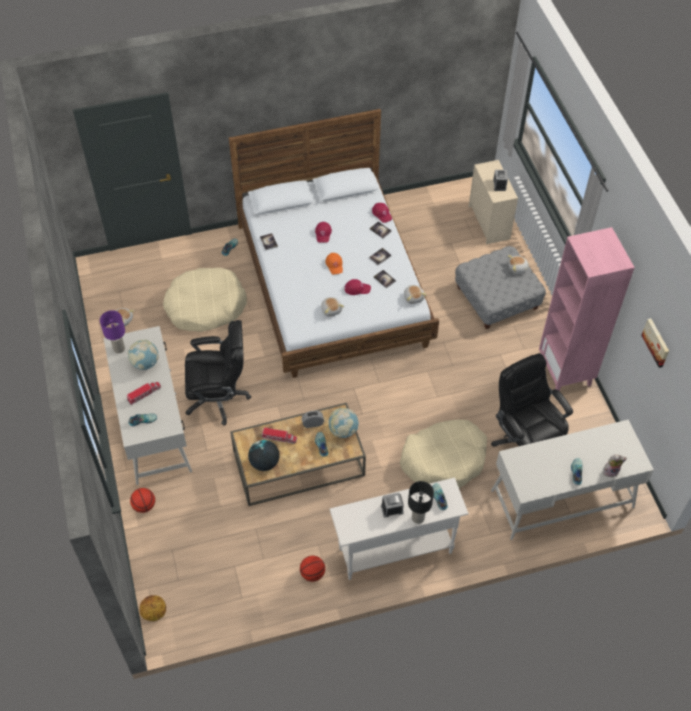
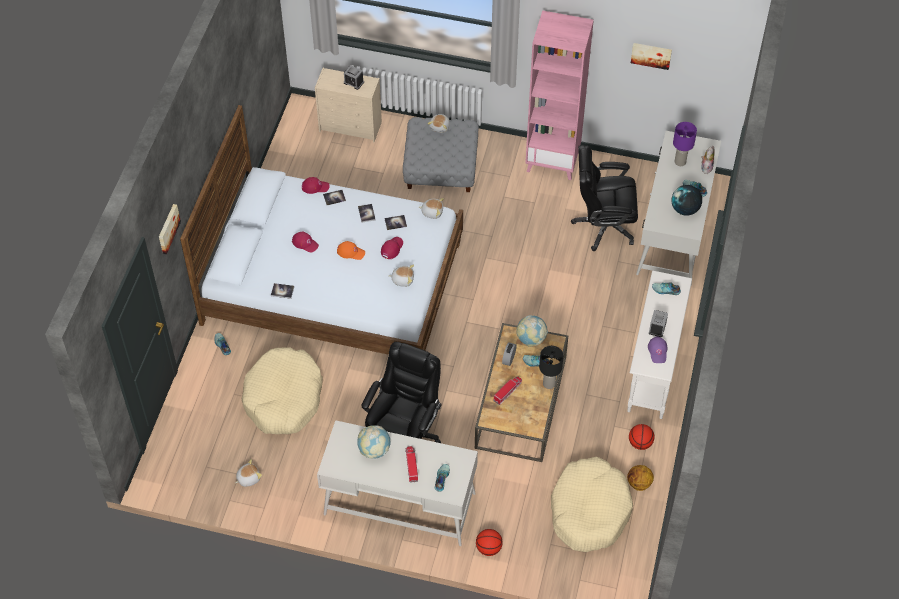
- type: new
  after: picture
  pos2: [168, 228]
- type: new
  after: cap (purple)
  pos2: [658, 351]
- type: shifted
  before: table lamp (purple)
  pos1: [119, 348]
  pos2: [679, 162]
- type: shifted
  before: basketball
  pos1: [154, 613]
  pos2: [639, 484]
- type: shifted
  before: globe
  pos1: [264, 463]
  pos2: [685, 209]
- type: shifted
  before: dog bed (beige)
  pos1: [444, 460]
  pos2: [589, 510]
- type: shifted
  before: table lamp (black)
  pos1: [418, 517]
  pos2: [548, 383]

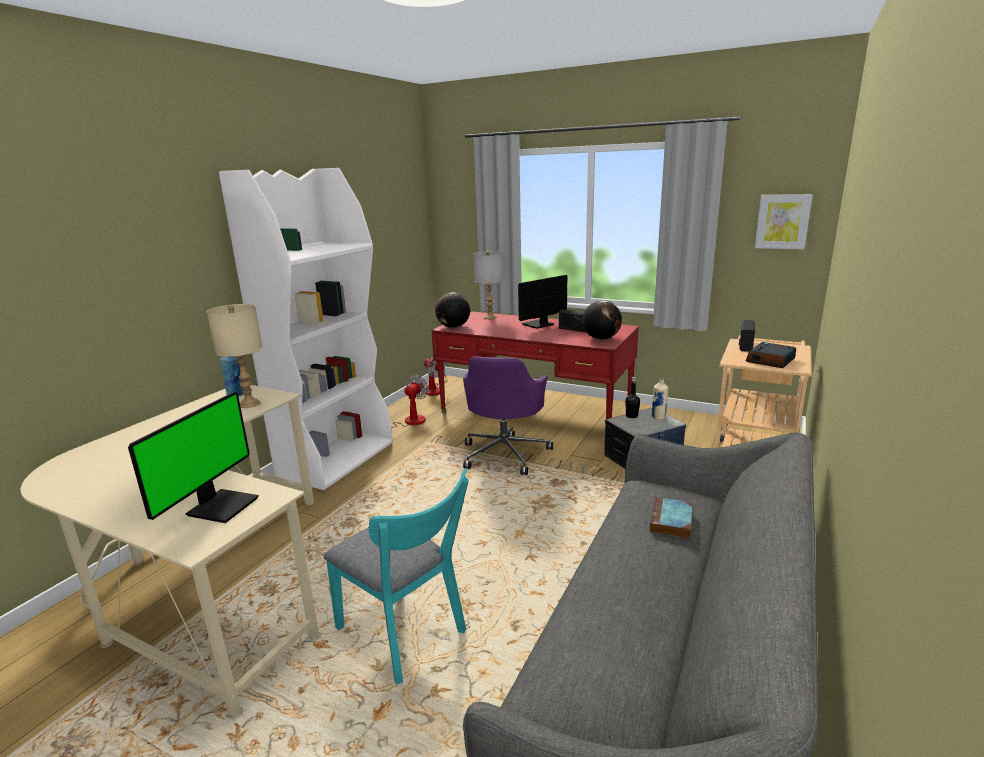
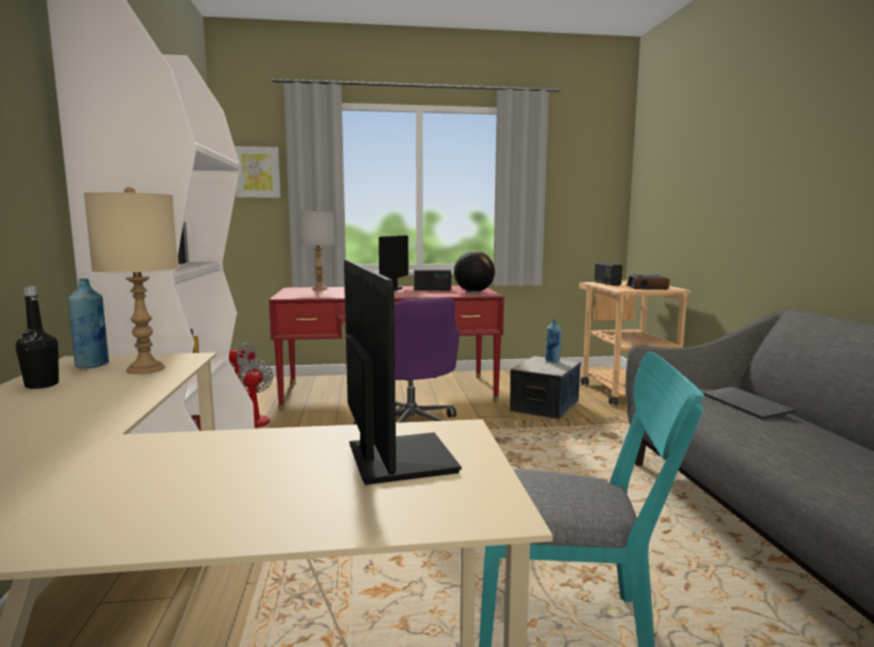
- type: gone
  before: globe
  pos1: [453, 327]
- type: shifted
  before: bottle (black)
  pos1: [631, 416]
  pos2: [42, 385]
- type: shifted
  before: picture
  pos1: [782, 221]
  pos2: [257, 172]
- type: swapped
  before: book
  after: keyboard
  pos1: [671, 522]
  pos2: [748, 405]
- type: repainted
  before: bottle (beige)
  after: bottle (blue)
  pos1: [658, 417]
  pos2: [552, 361]

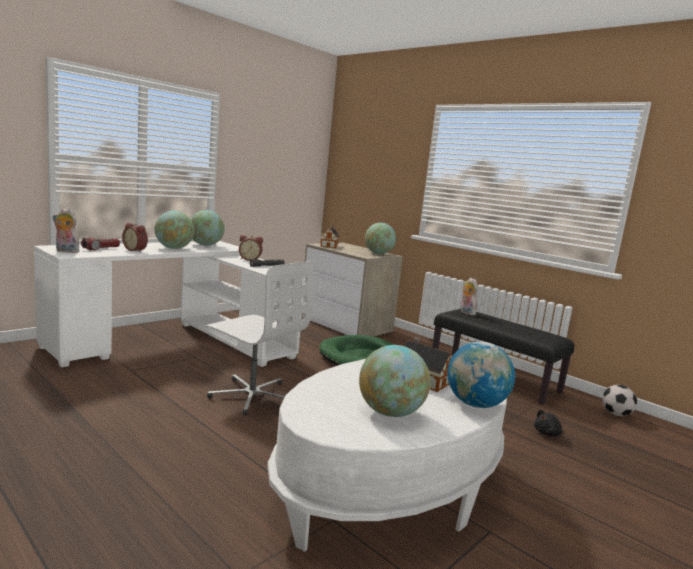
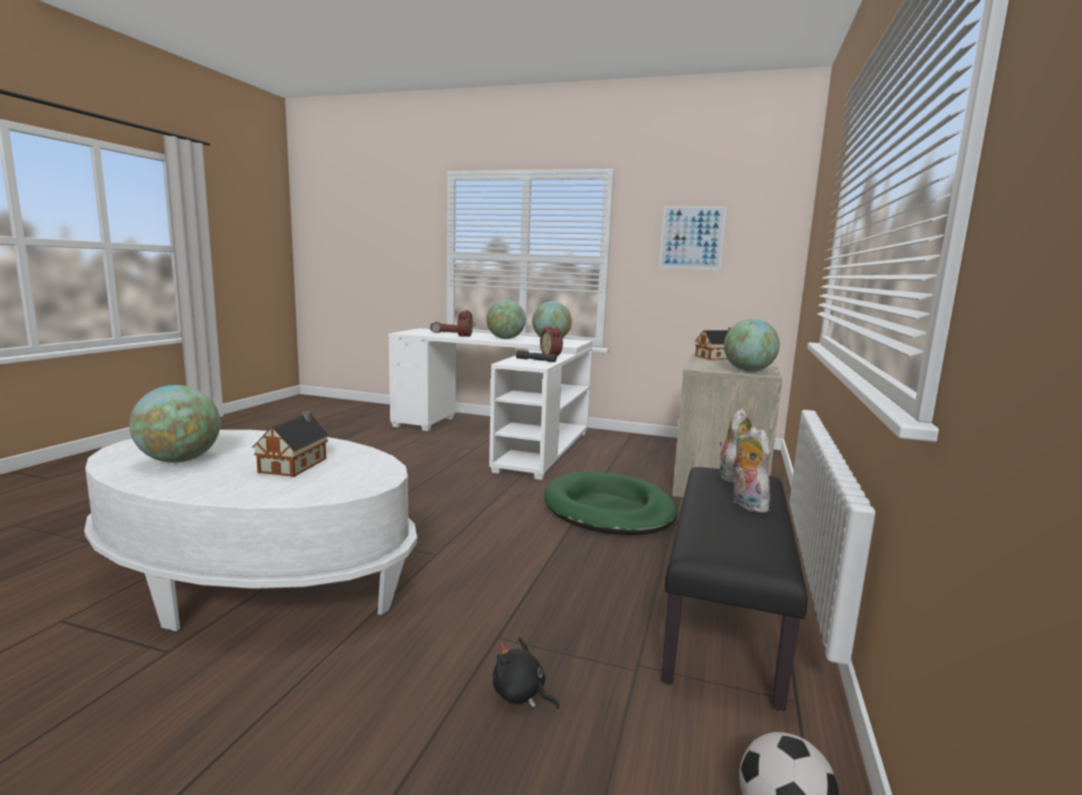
- type: gone
  before: office chair (white)
  pos1: [252, 395]
- type: gone
  before: globe
  pos1: [475, 404]
- type: new
  after: picture
  pos2: [692, 237]
- type: shifted
  before: plush toy
  pos1: [65, 251]
  pos2: [746, 505]

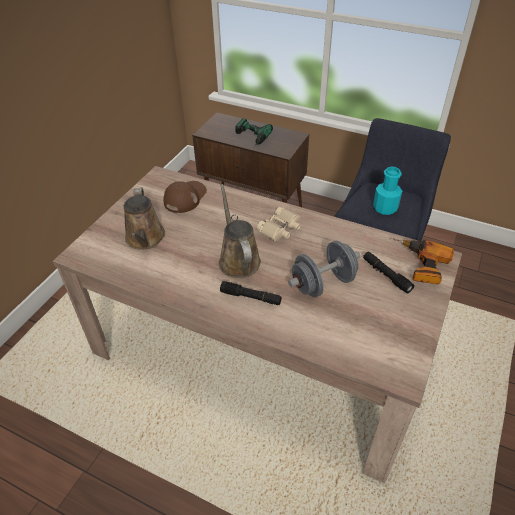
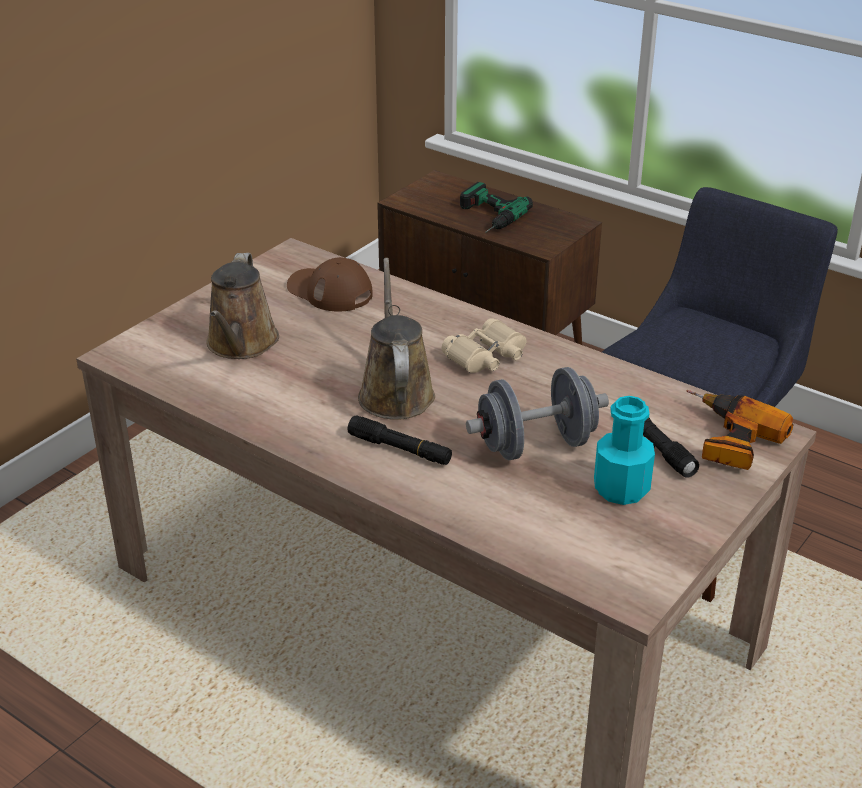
- type: shifted
  before: bottle (turquoise)
  pos1: [385, 208]
  pos2: [621, 489]
- type: rotated
  before: cap (brown)
  pos1: [185, 197]
  pos2: [330, 291]
  turn: -90

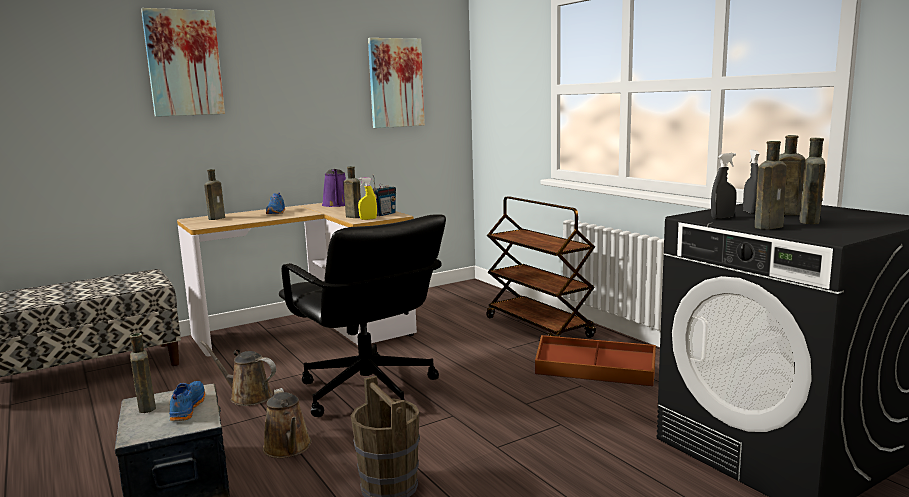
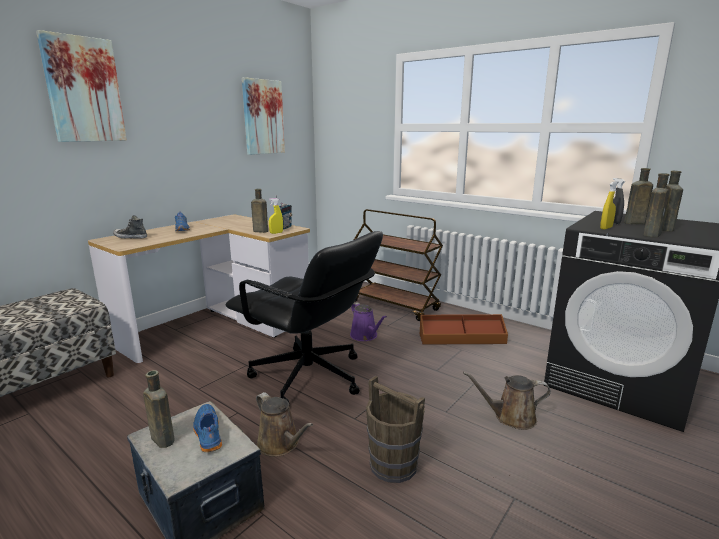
- type: shifted
  before: watering can (brown)
  pos1: [247, 396]
  pos2: [511, 417]
- type: shifted
  before: watering can (purple)
  pos1: [337, 205]
  pos2: [365, 336]
- type: swapped
  before: bottle (brown)
  after: shoe
  pos1: [217, 218]
  pos2: [130, 237]
- type: repainted
  before: spray bottle (grey)
  after: spray bottle (yellow)
  pos1: [722, 218]
  pos2: [606, 228]

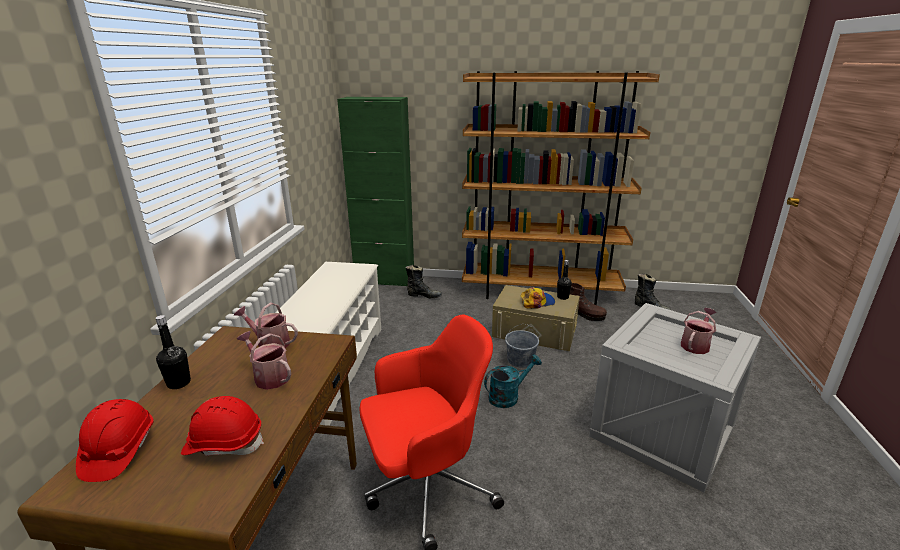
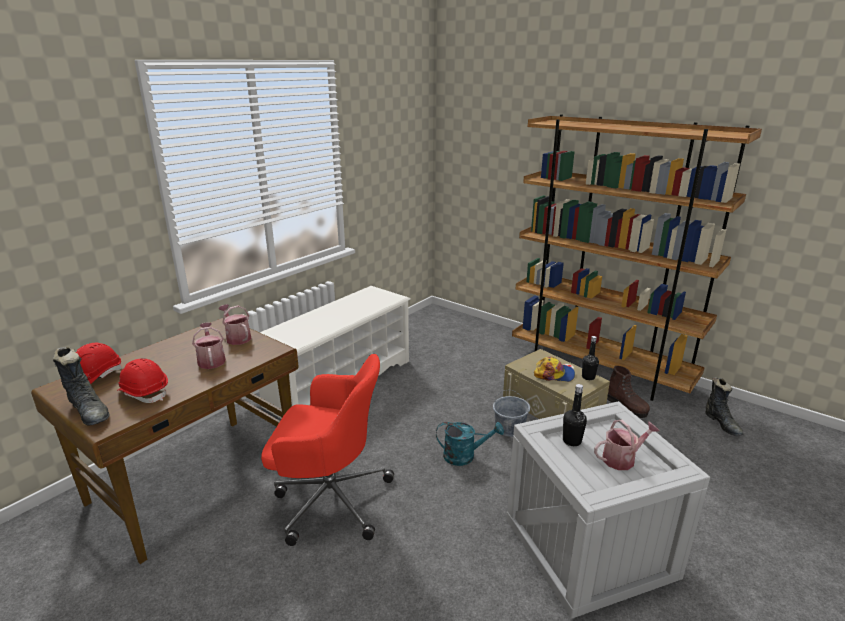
- type: gone
  before: cabinet (green)
  pos1: [385, 280]
- type: shifted
  before: bottle (black)
  pos1: [179, 383]
  pos2: [572, 441]
- type: shifted
  before: boot (black)
  pos1: [424, 295]
  pos2: [90, 412]

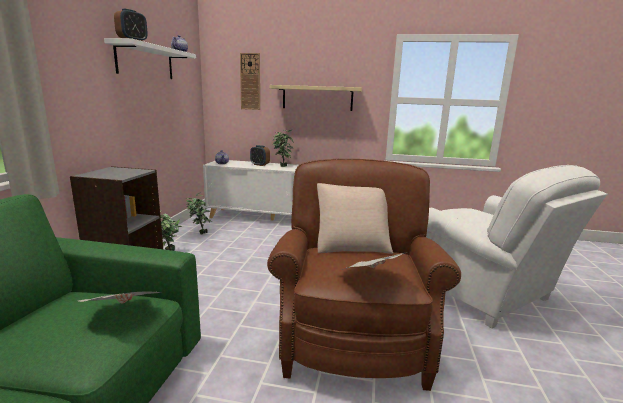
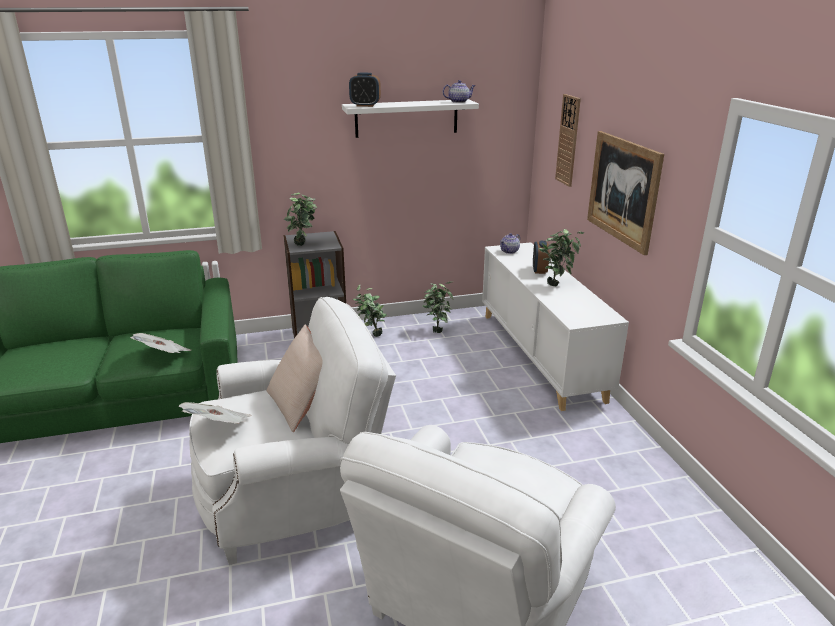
- type: new
  after: potted plant
  pos2: [303, 246]
- type: swapped
  before: shelf (beige)
  after: picture
  pos1: [317, 98]
  pos2: [623, 190]
- type: repainted
  before: armchair (brown)
  after: armchair (white)
  pos1: [353, 334]
  pos2: [295, 495]

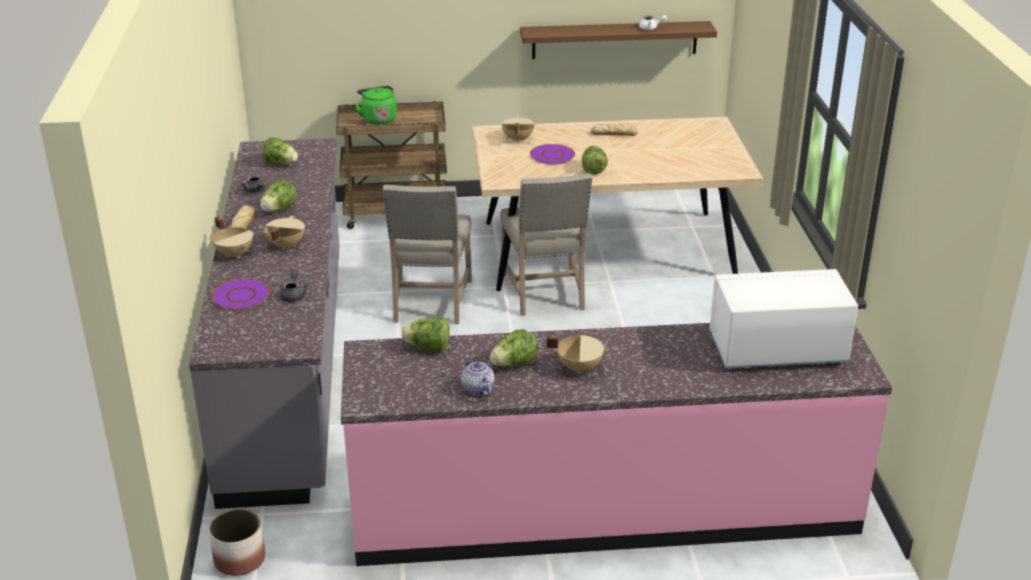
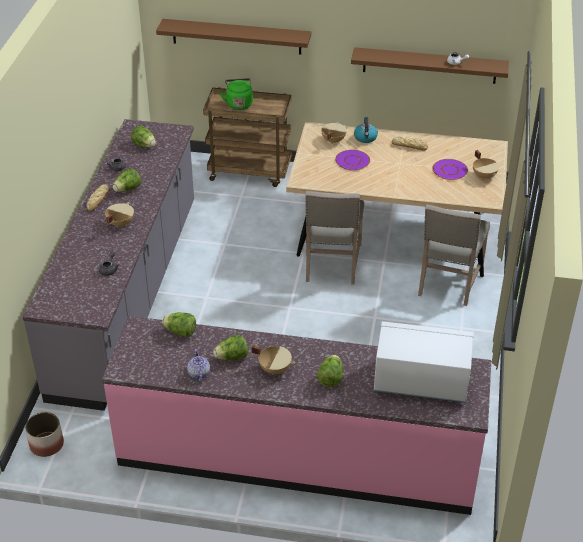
- type: new
  after: shelf (brown)
  pos2: [236, 36]
- type: new
  after: kettle
  pos2: [365, 138]
- type: shifted
  before: plate (purple)
  pos1: [241, 295]
  pos2: [450, 170]
- type: shifted
  before: cooking pot (beige)
  pos1: [235, 254]
  pos2: [484, 176]
- type: shifted
  before: chair (beige)
  pos1: [430, 302]
  pos2: [448, 281]
- type: shifted
  before: lettuce
  pos1: [593, 169]
  pos2: [330, 378]

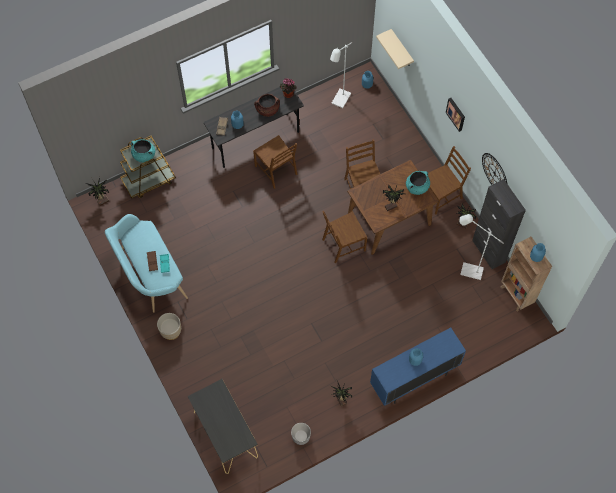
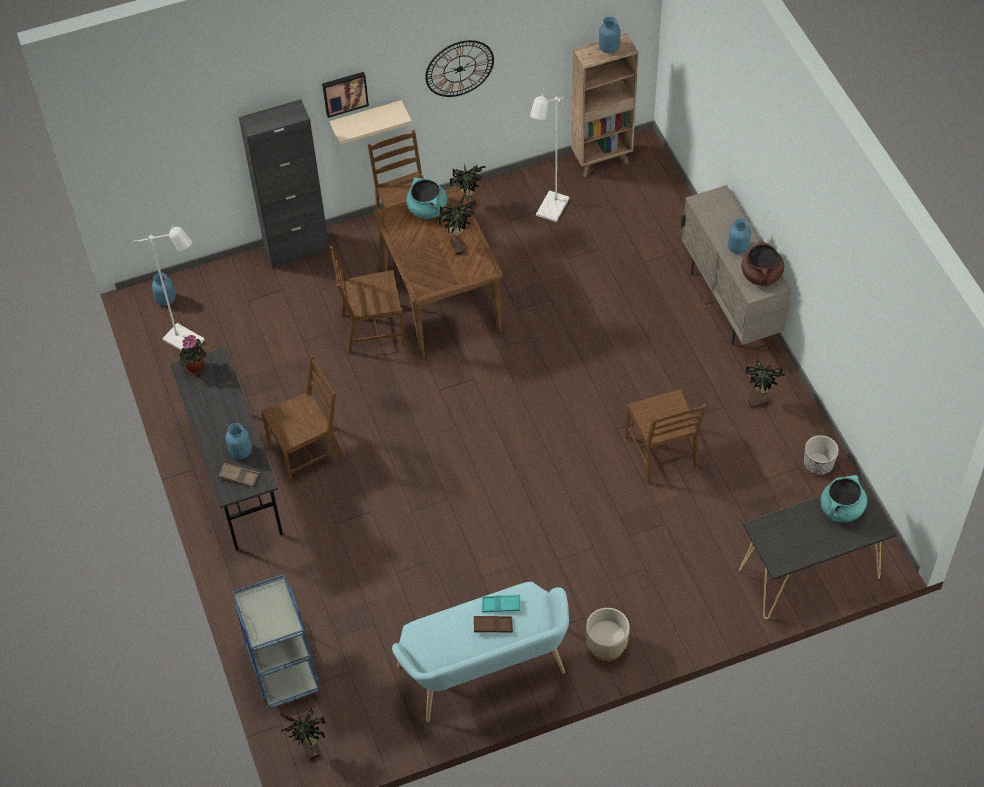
- type: shifted
  before: cooking pot (turquoise)
  pos1: [144, 155]
  pos2: [841, 509]
- type: shifted
  before: cooking pot (brown)
  pos1: [267, 110]
  pos2: [761, 275]
- type: shifted
  before: chair (brown)
  pos1: [343, 245]
  pos2: [662, 453]
- type: shifted
  before: shelf (beige)
  pos1: [402, 49]
  pos2: [366, 120]
- type: shifted
  before: cabinet (black)
  pos1: [488, 251]
  pos2: [297, 249]
- type: repainted
  before: cart (brown)
  after: cart (blue)
  pos1: [149, 180]
  pos2: [281, 663]
- type: repainted
  before: cabinet (blue)
  after: cabinet (beige)
  pos1: [413, 379]
  pos2: [729, 303]

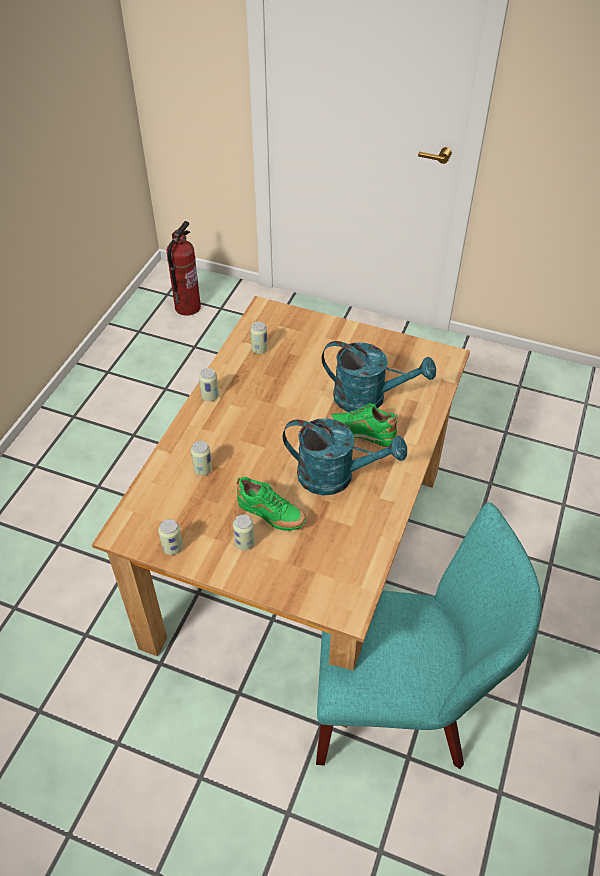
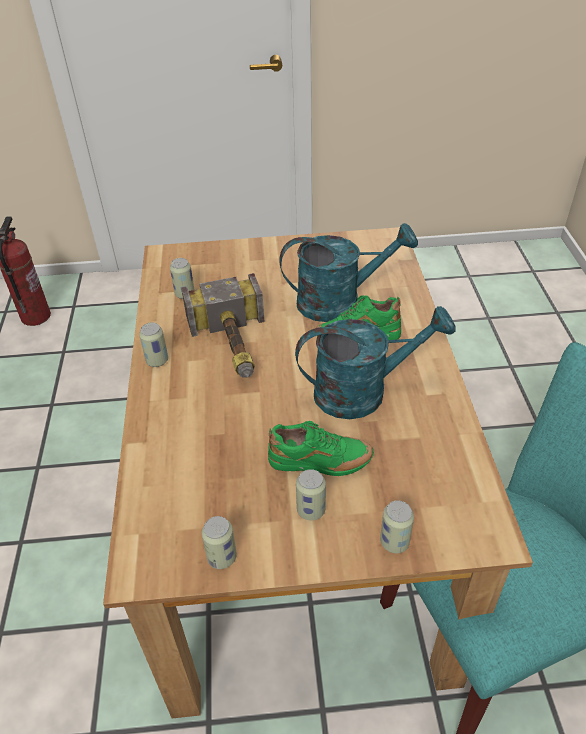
- type: new
  after: hammer
  pos2: [234, 346]
- type: shifted
  before: can
  pos1: [203, 469]
  pos2: [394, 542]

